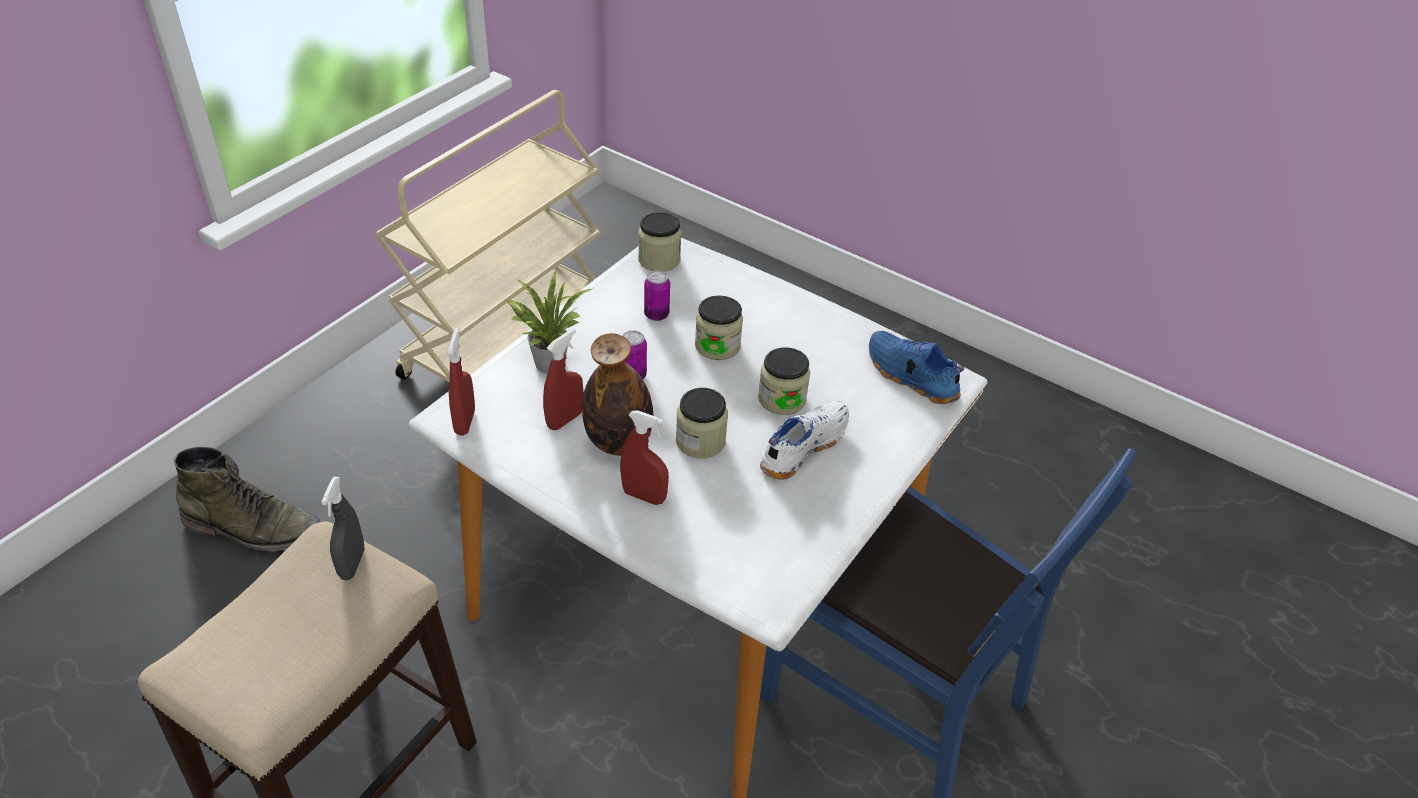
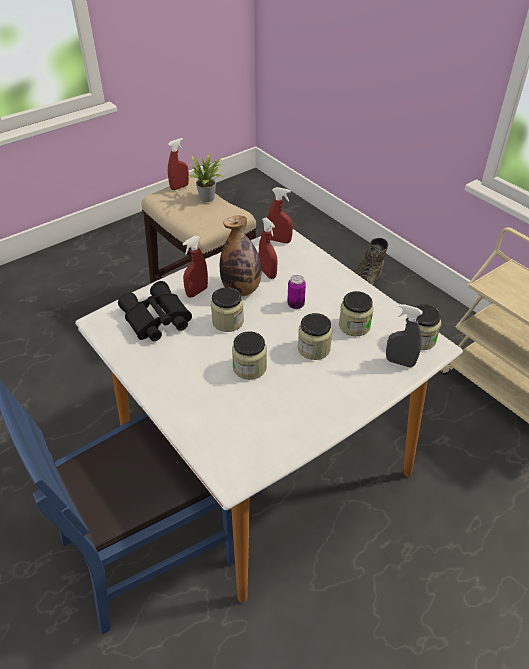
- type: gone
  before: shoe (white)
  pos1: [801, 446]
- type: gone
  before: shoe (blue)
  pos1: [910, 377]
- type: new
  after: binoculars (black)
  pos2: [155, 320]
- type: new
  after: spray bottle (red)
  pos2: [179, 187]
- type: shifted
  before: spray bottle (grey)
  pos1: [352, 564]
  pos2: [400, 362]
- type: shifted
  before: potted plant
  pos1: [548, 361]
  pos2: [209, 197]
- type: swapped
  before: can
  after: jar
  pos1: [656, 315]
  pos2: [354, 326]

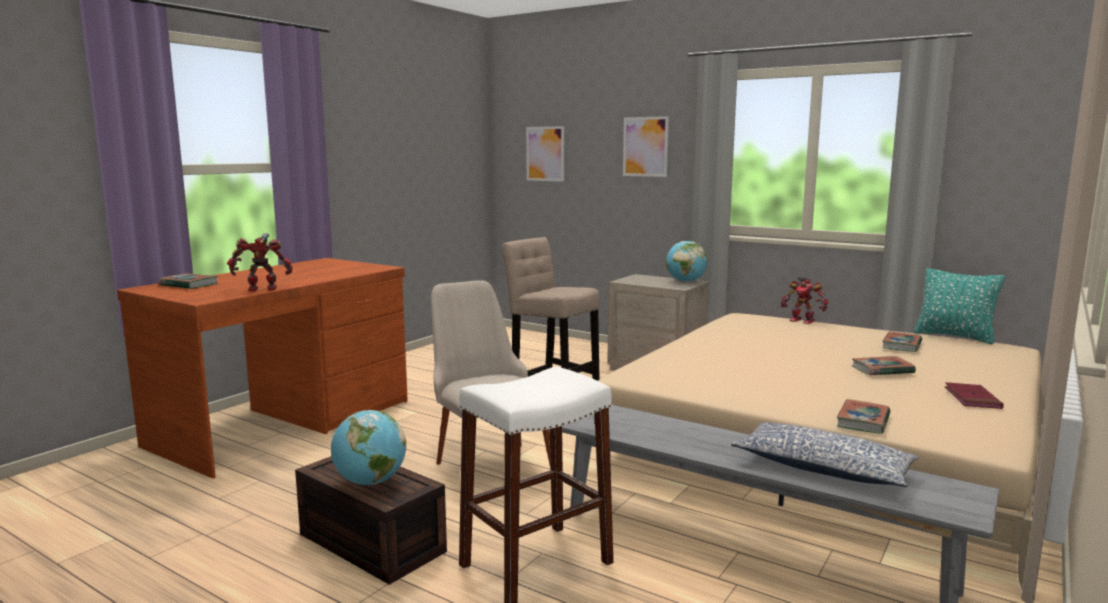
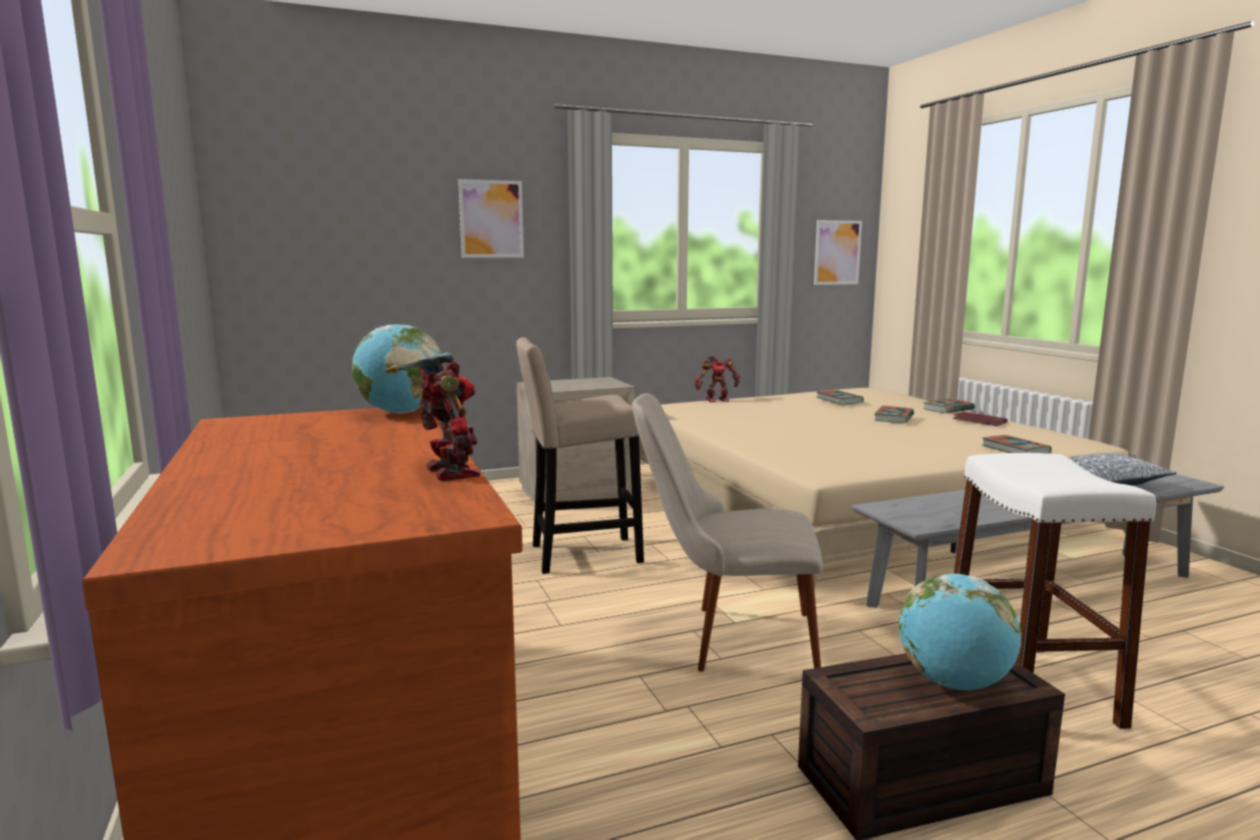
- type: gone
  before: pillow (turquoise)
  pos1: [954, 336]
- type: shifted
  before: book
  pos1: [188, 285]
  pos2: [948, 409]
- type: shifted
  before: picture
  pos1: [545, 153]
  pos2: [837, 252]
- type: shifted
  before: globe
  pos1: [685, 281]
  pos2: [401, 412]
- type: rotated
  before: toy robot
  pos1: [262, 289]
  pos2: [447, 473]
  turn: 135

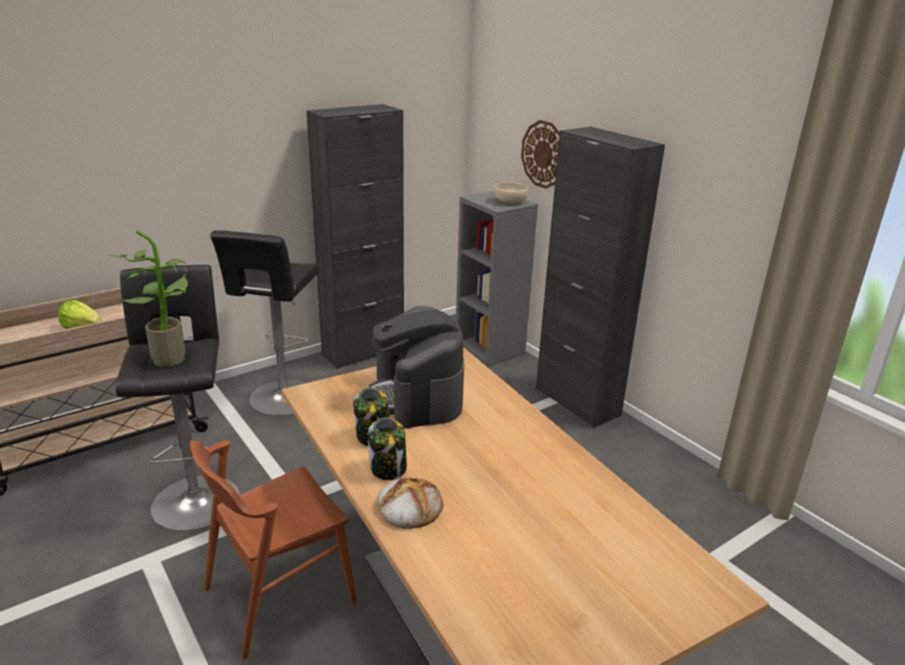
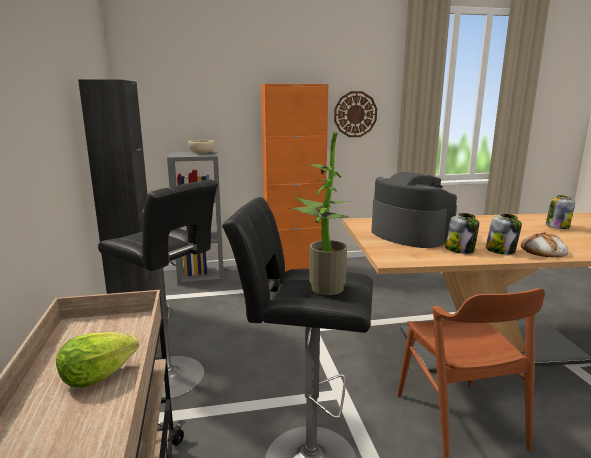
- type: new
  after: jar
  pos2: [557, 227]
- type: shifted
  before: wall clock
  pos1: [544, 154]
  pos2: [355, 114]
- type: repainted
  before: cabinet (black)
  after: cabinet (orange)
  pos1: [577, 402]
  pos2: [294, 268]
- type: rotated
  before: coffee machine
  pos1: [417, 396]
  pos2: [409, 235]
  turn: -135

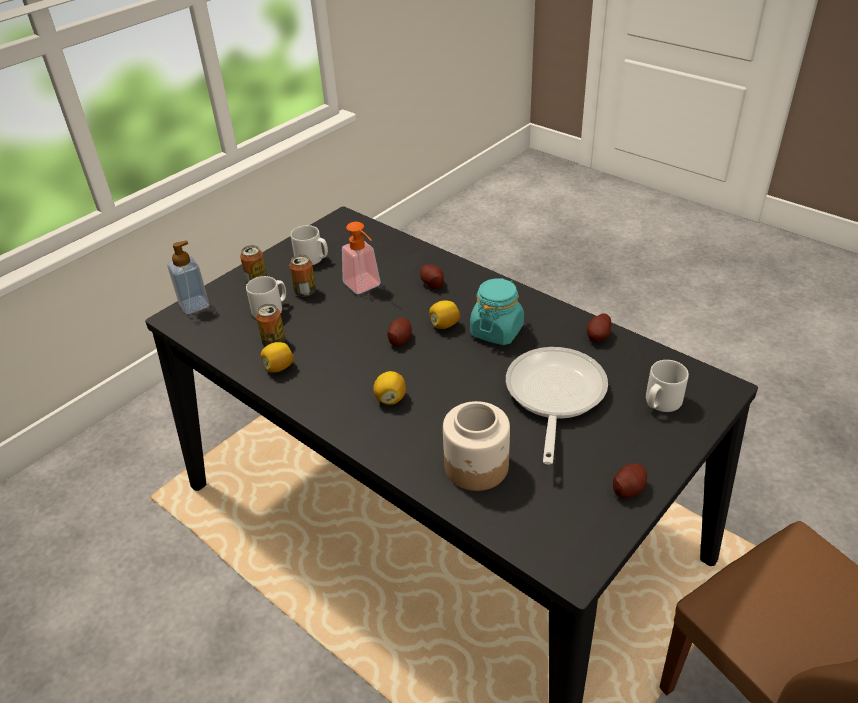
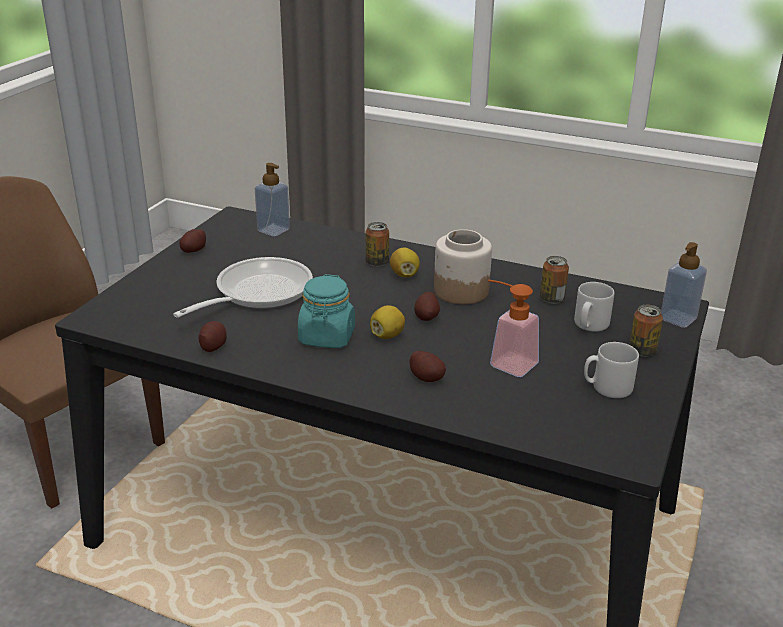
- type: gone
  before: lemon
  pos1: [279, 367]
- type: gone
  before: mug (grey)
  pos1: [660, 403]
- type: new
  after: soap dispenser
  pos2: [273, 230]
- type: shifted
  before: can
  pos1: [305, 291]
  pos2: [377, 262]
- type: shifted
  before: jar
  pos1: [476, 467]
  pos2: [460, 291]
- type: rotated
  before: frying pan
  pos1: [553, 396]
  pos2: [257, 293]
  turn: -135

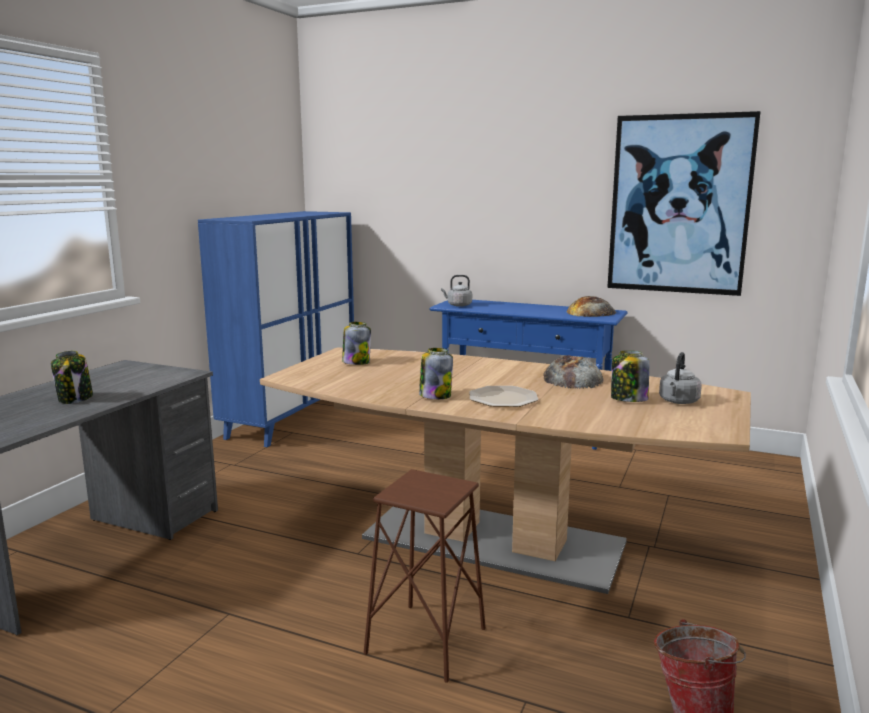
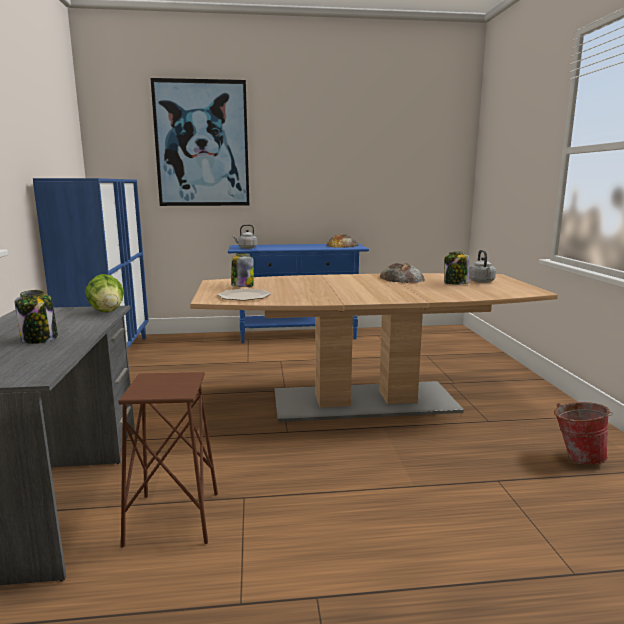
- type: gone
  before: jar
  pos1: [435, 396]
- type: new
  after: lettuce
  pos2: [107, 311]
- type: shifted
  before: stool (brown)
  pos1: [426, 641]
  pos2: [173, 518]
- type: shifted
  before: plate
  pos1: [504, 398]
  pos2: [245, 296]
- type: shifted
  before: picture
  pos1: [679, 205]
  pos2: [202, 144]

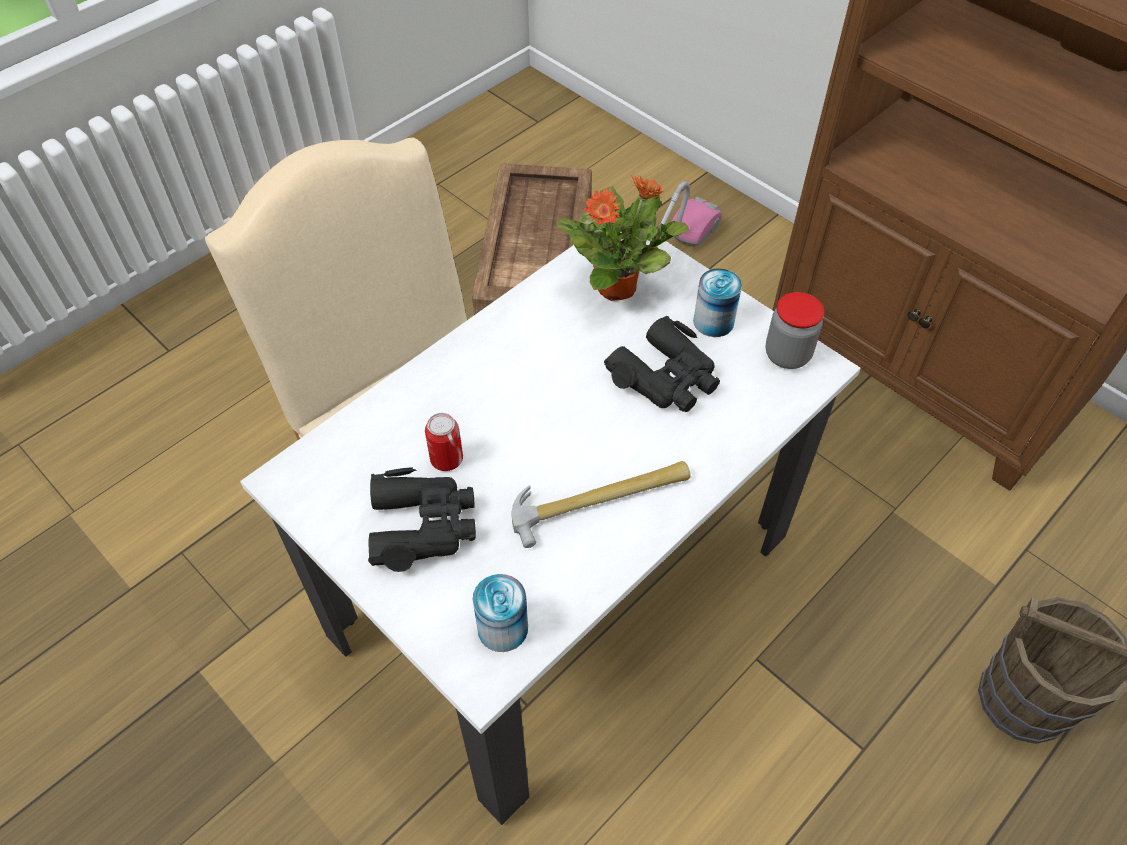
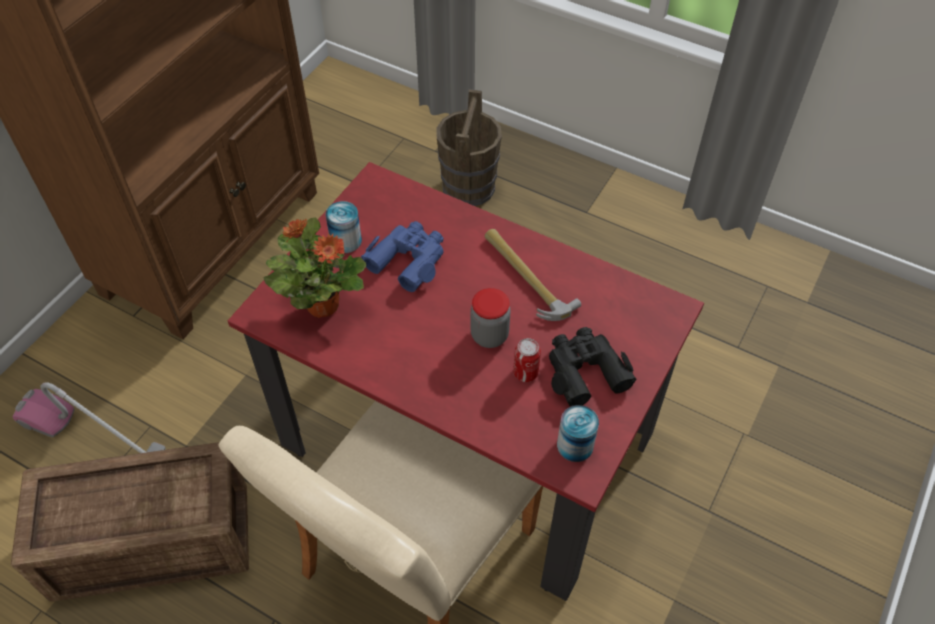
- type: shifted
  before: can
  pos1: [502, 628]
  pos2: [575, 445]
- type: shifted
  before: jar
  pos1: [787, 355]
  pos2: [489, 335]
- type: repainted
  before: dining table (white)
  after: dining table (red)
  pos1: [563, 586]
  pos2: [467, 441]
- type: repainted
  before: binoculars (black)
  after: binoculars (blue)
  pos1: [666, 377]
  pos2: [408, 259]

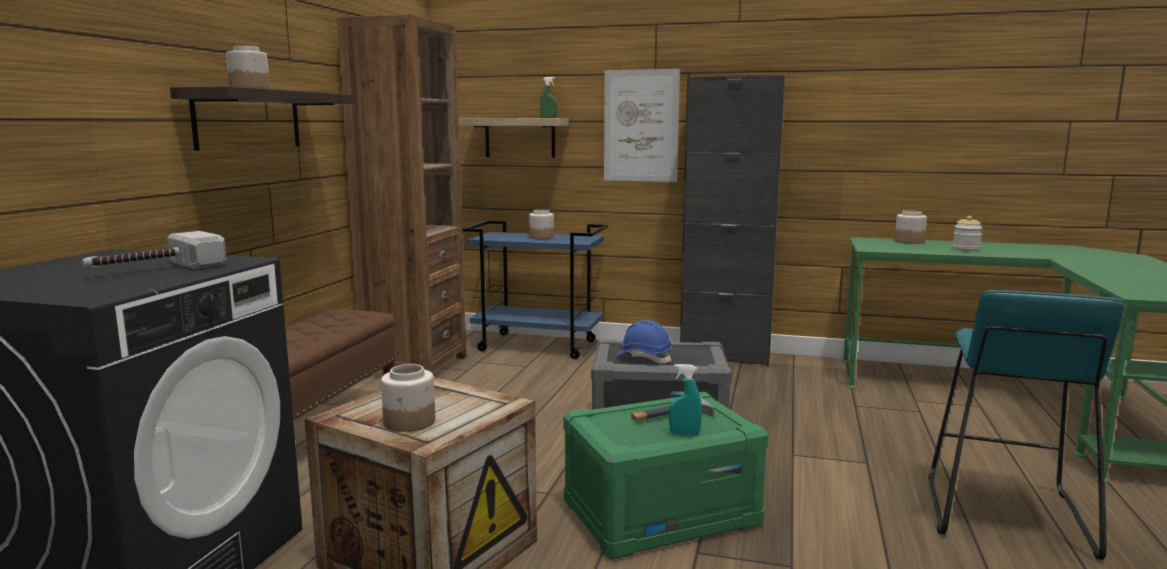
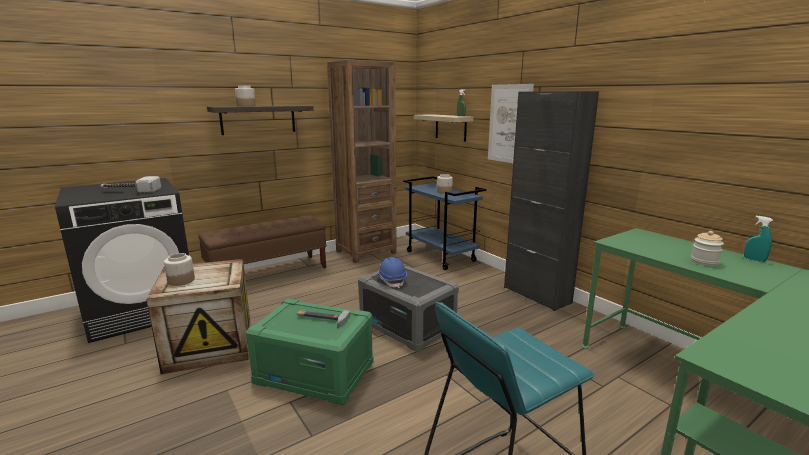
- type: gone
  before: jar
  pos1: [909, 241]
- type: shifted
  before: spray bottle (turquoise)
  pos1: [684, 434]
  pos2: [754, 259]

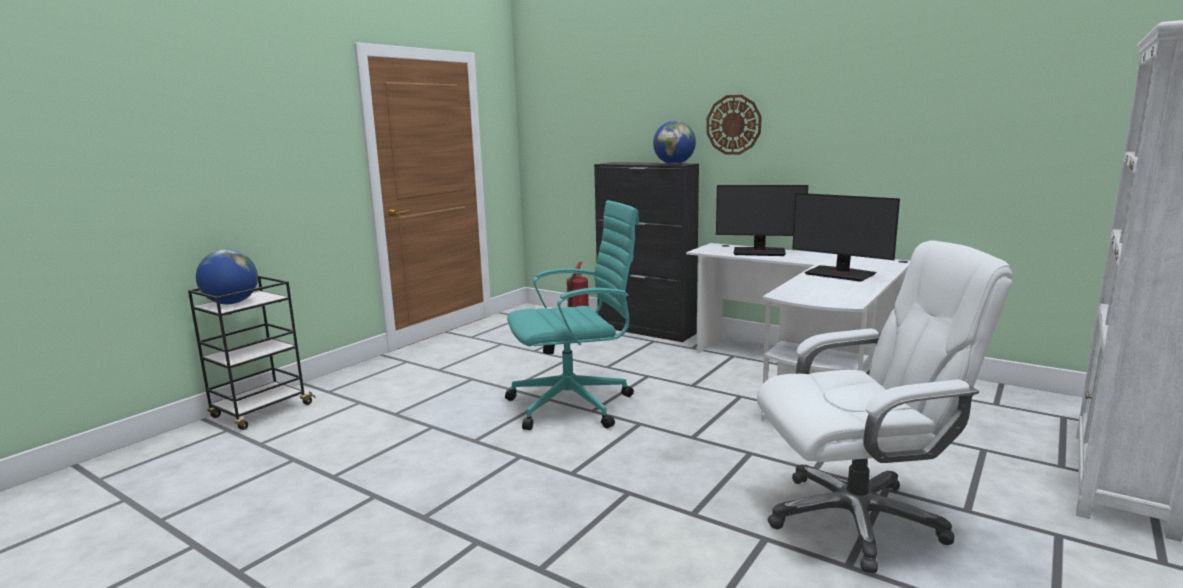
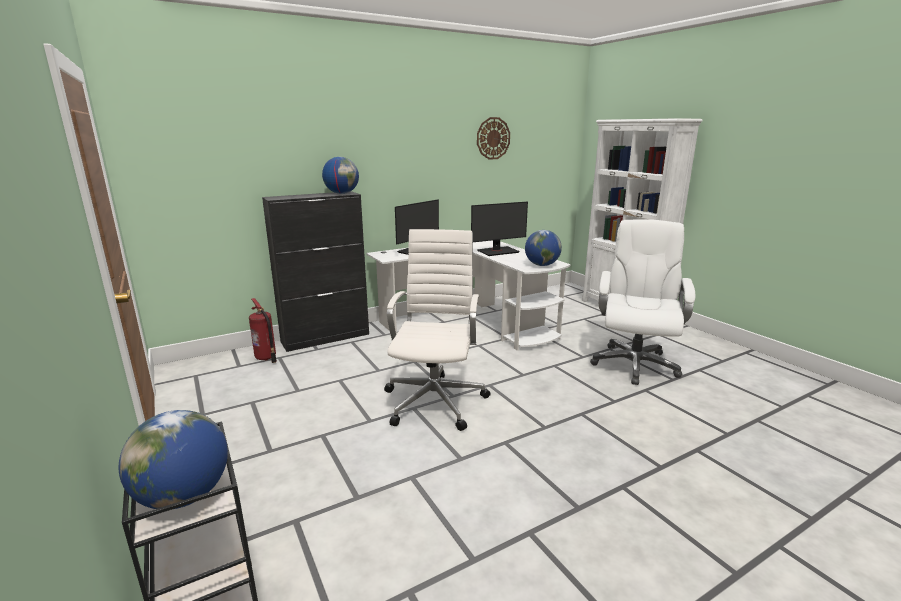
- type: new
  after: globe
  pos2: [542, 265]
- type: shifted
  before: wall clock
  pos1: [733, 125]
  pos2: [493, 138]
- type: repainted
  before: office chair (turquoise)
  after: office chair (white)
  pos1: [574, 405]
  pos2: [435, 400]

